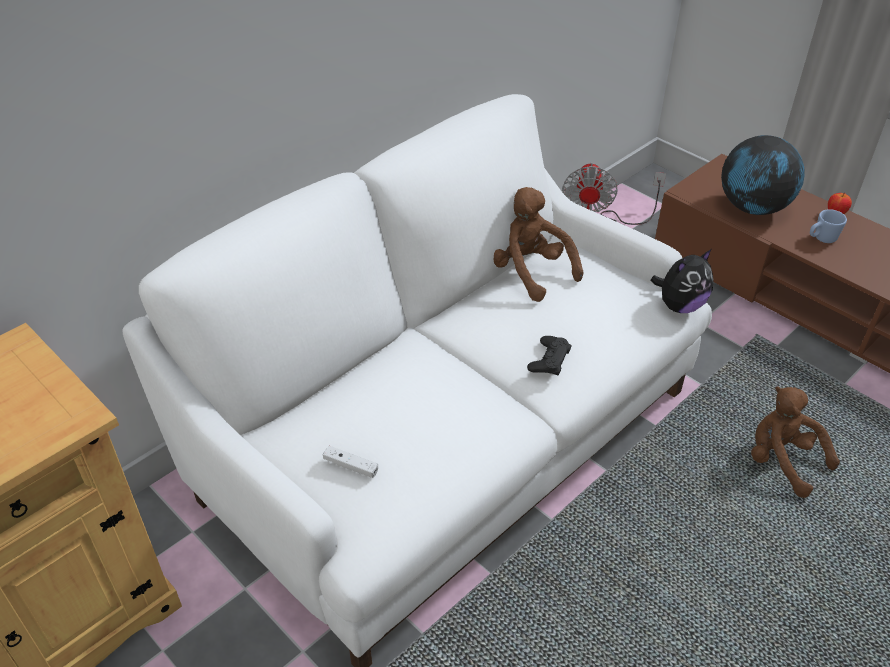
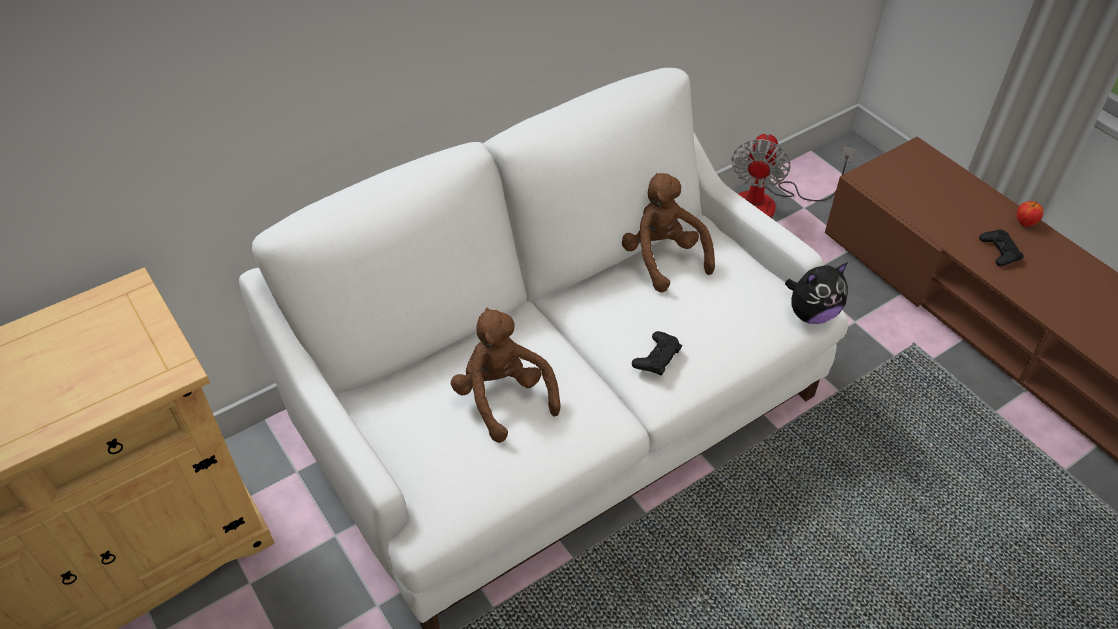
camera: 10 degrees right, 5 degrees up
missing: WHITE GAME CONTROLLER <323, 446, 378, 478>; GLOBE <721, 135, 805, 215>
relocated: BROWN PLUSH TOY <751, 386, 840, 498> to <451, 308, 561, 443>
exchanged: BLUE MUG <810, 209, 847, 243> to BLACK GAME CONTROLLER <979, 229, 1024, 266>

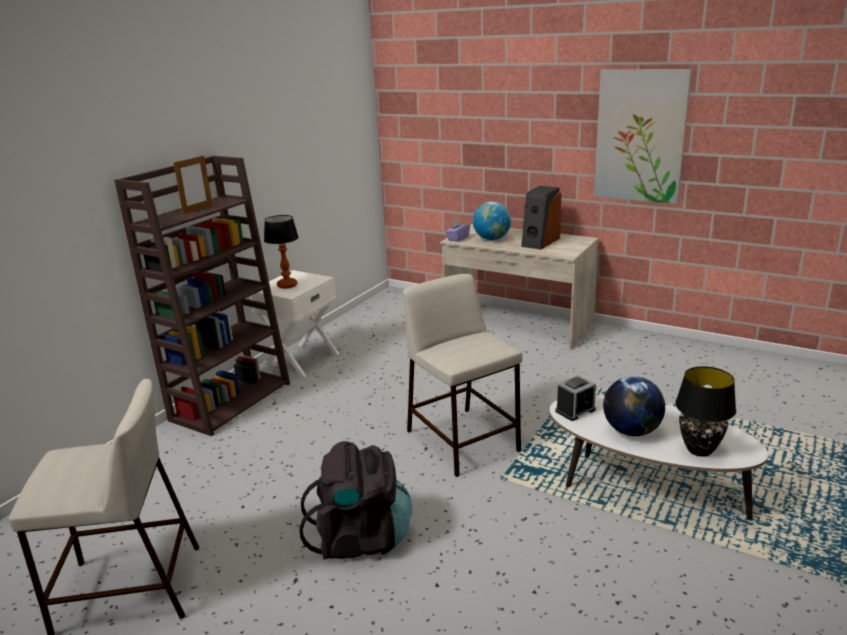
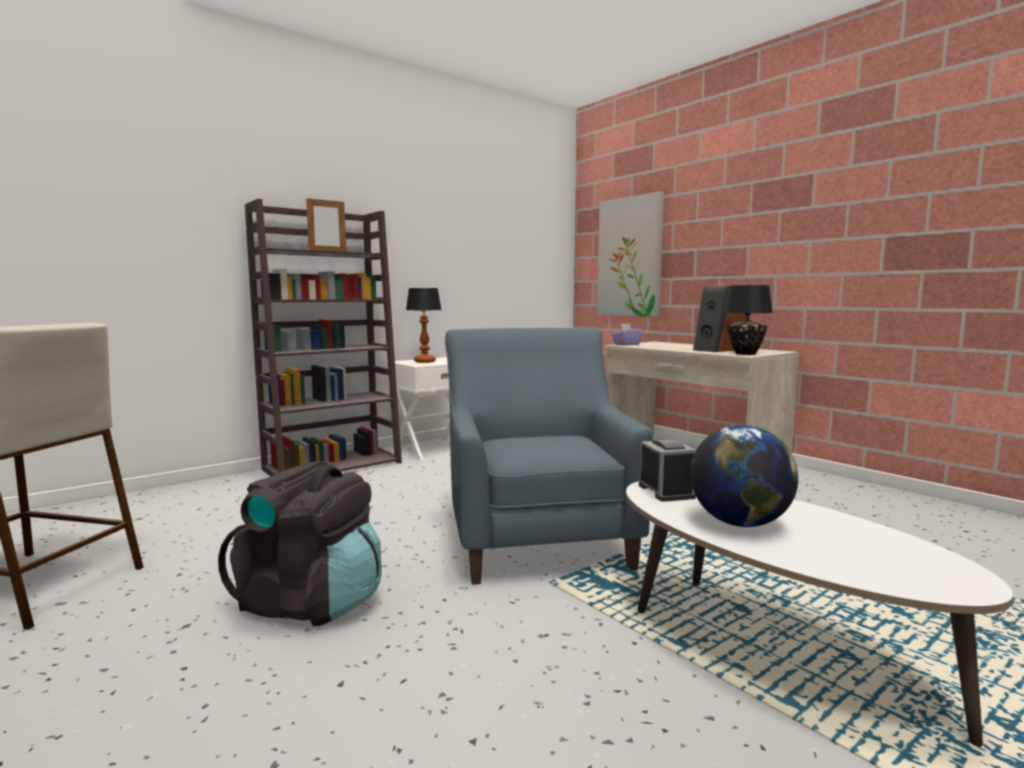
camera: 20 degrees right, 15 degrees down
missing: GLOBE <473, 201, 511, 240>
relocated: PICTURE <594, 69, 692, 204> to <597, 191, 664, 317>; BLACK TABLE LAMP <675, 366, 736, 457> to <724, 285, 773, 355>
exchanged: BEIGE STOOL <403, 274, 523, 477> to BLUE ARMCHAIR <445, 328, 653, 585>
spun: ALARM CLOCK <555, 375, 596, 421> = <639, 439, 696, 502> 90 degrees counterclockwise

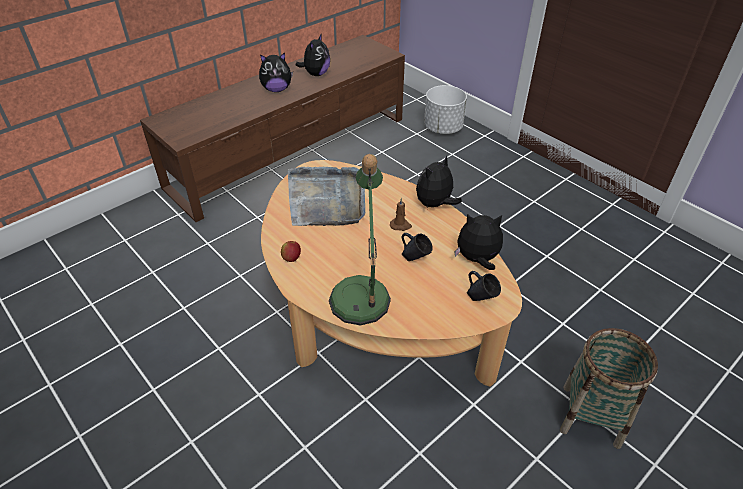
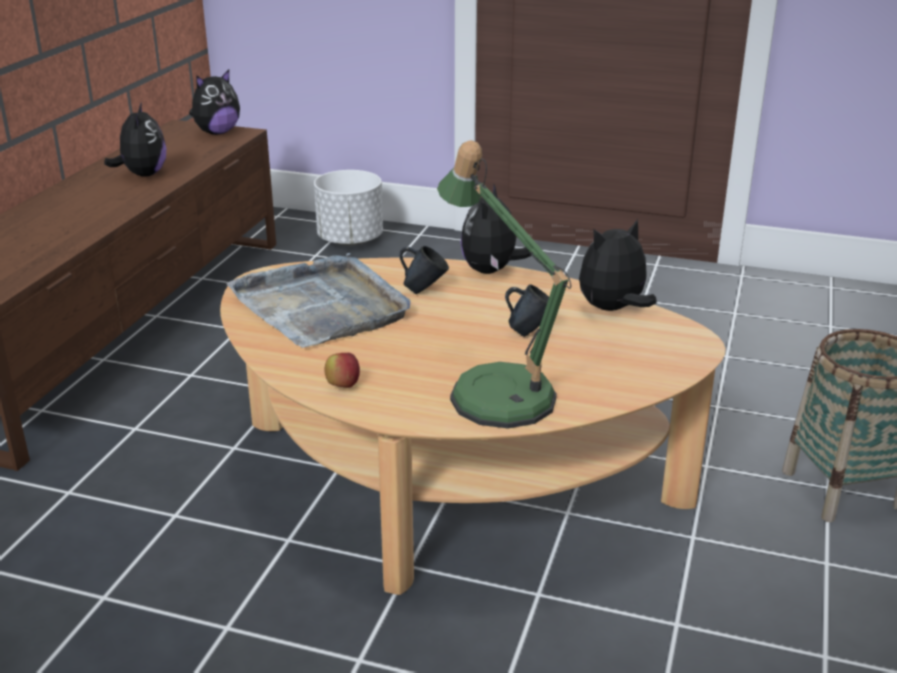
camera: 30 degrees left, 15 degrees down
missing: BROWN CANDLE <390, 198, 412, 231>
relocated: PLUSH TOY <259, 53, 293, 92> to <189, 70, 240, 135>; BLUE MUG <467, 271, 501, 301> to <399, 246, 449, 294>

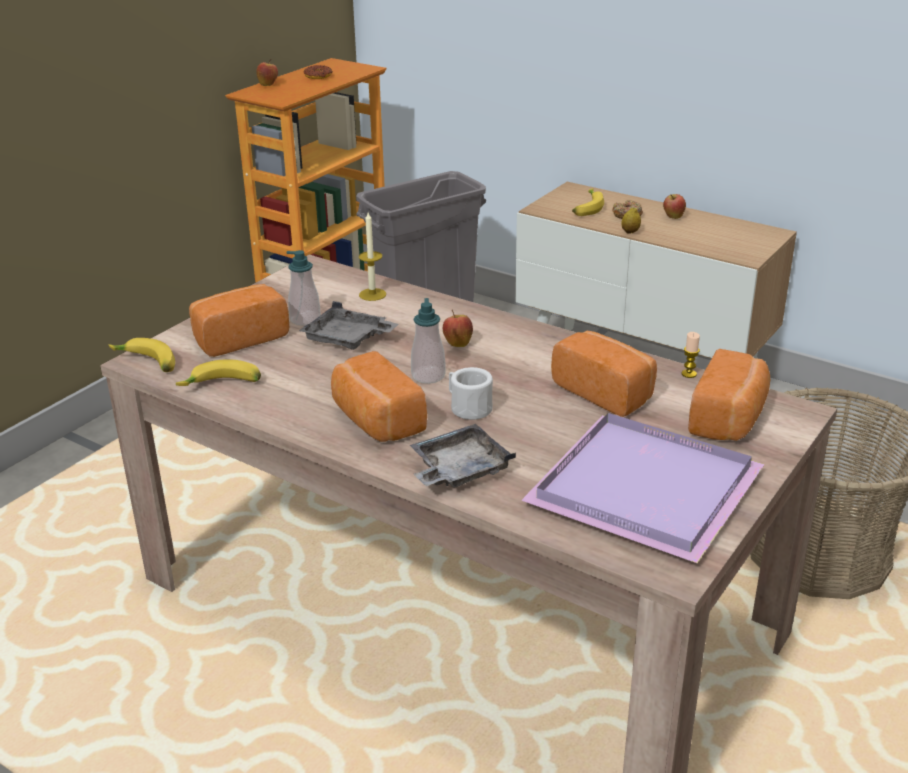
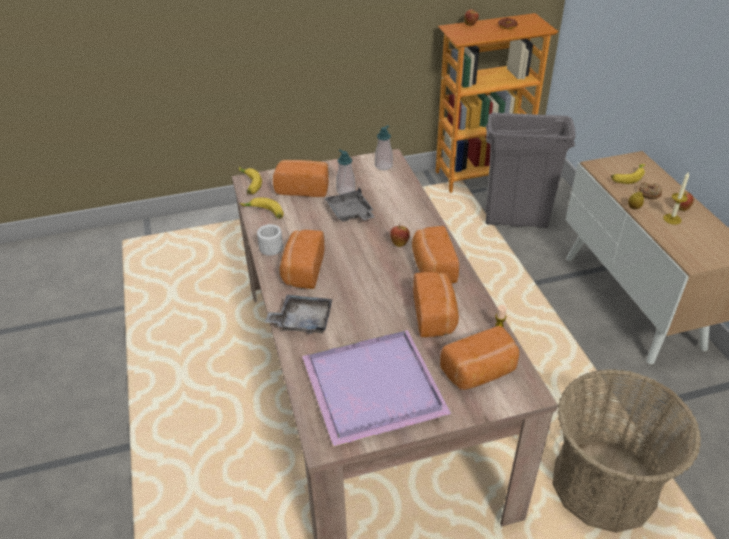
camera: 40 degrees right, 10 degrees up
appeared: BREAD <412, 226, 459, 283>
relocated: WHITE MUG <449, 367, 493, 420> to <257, 224, 283, 256>; SOAP DISPENSER <411, 298, 446, 384> to <375, 125, 393, 170>; CANDLE <359, 212, 386, 301> to <663, 171, 689, 225>

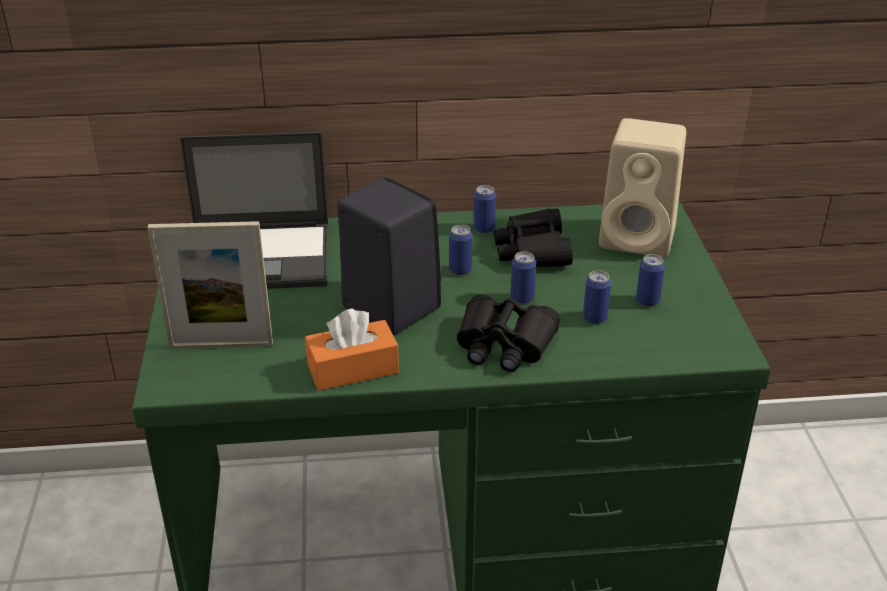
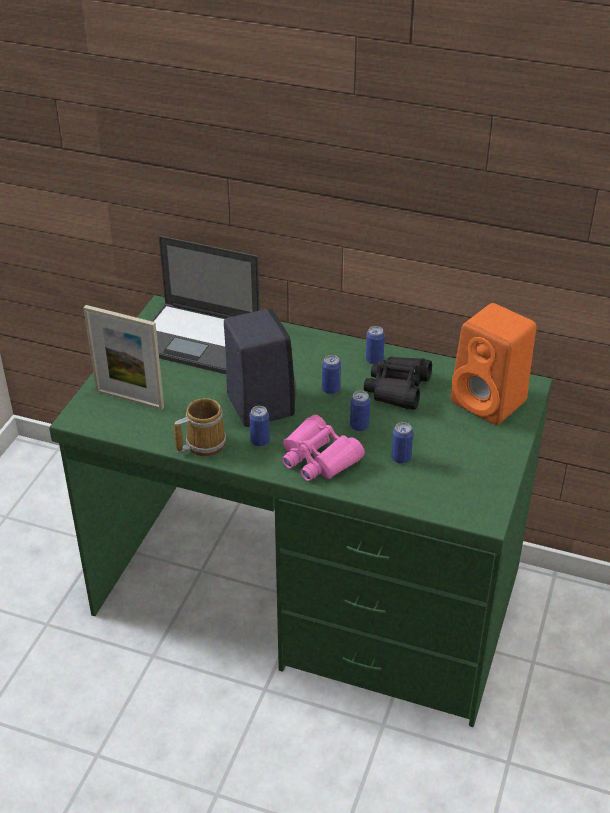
camera: 25 degrees right, 5 degrees up
relocated: CAN <636, 254, 665, 307> to <249, 406, 270, 447>
exchanged: ORANGE TISSUE BOX <305, 308, 399, 391> to MUG <174, 398, 226, 456>
colour: BLACK BINOCULARS <457, 294, 560, 372> to PINK BINOCULARS <282, 415, 365, 481>; BEIGE SPEAKER <599, 118, 686, 257> to ORANGE SPEAKER <451, 303, 537, 425>

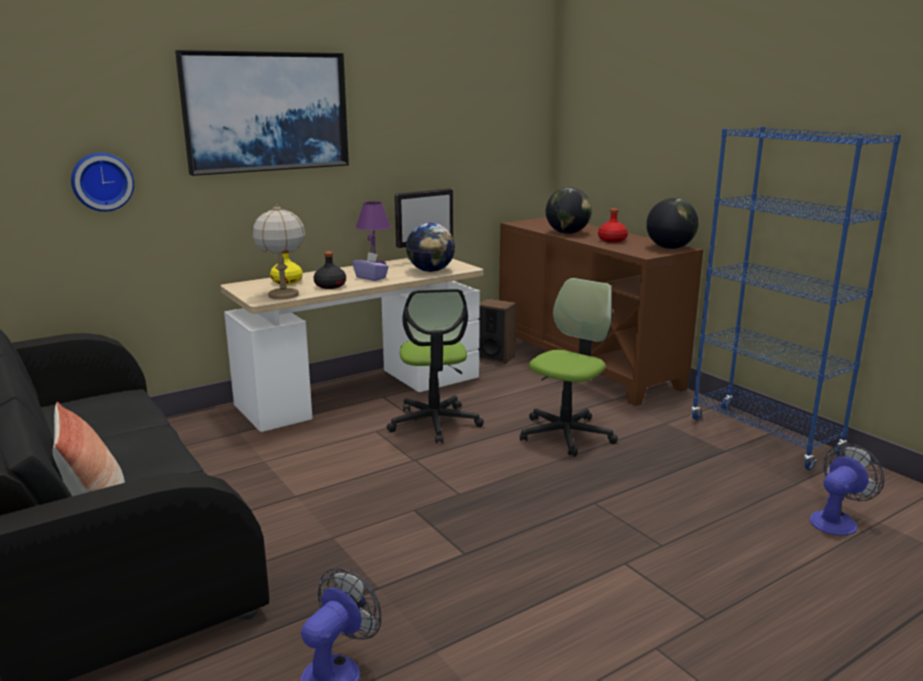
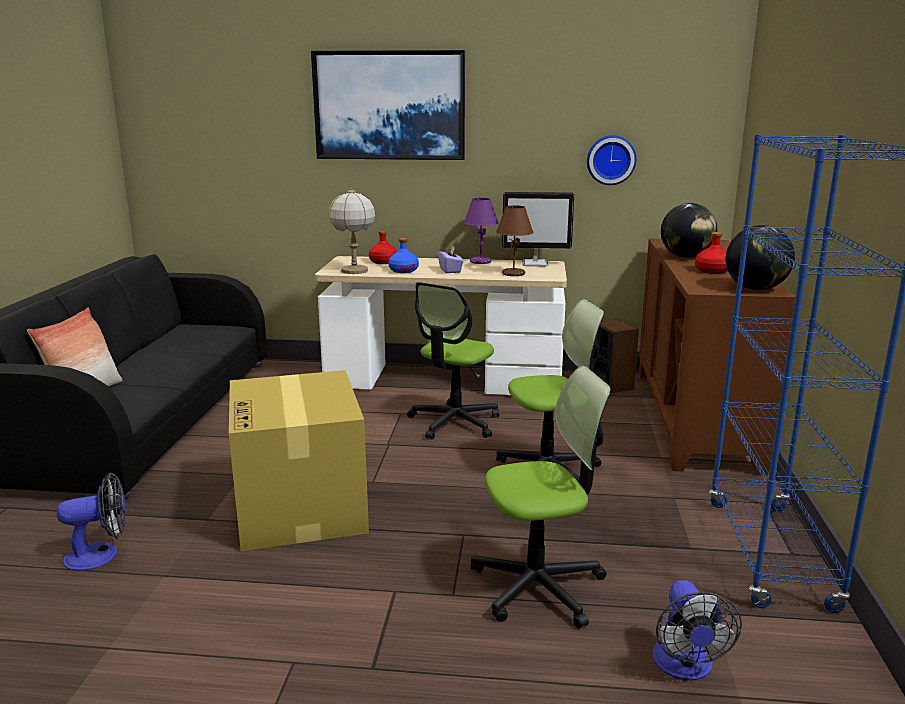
camera: 40 degrees right, 0 degrees up
appeared: CARDBOARD BOX <229, 370, 369, 551>; OFFICE CHAIR <470, 366, 611, 629>
relocated: WALL CLOCK <71, 153, 134, 212> to <587, 135, 636, 185>
exchanged: GLOBE <406, 223, 455, 272> to BROWN TABLE LAMP <496, 205, 534, 276>
colour: YELLOW BOTTLE <270, 250, 303, 285> to RED BOTTLE <369, 230, 397, 264>; BLACK BOTTLE <314, 251, 346, 289> to BLUE BOTTLE <388, 238, 419, 273>
spun: FAN <810, 444, 884, 536> = <653, 580, 742, 680> 90 degrees clockwise

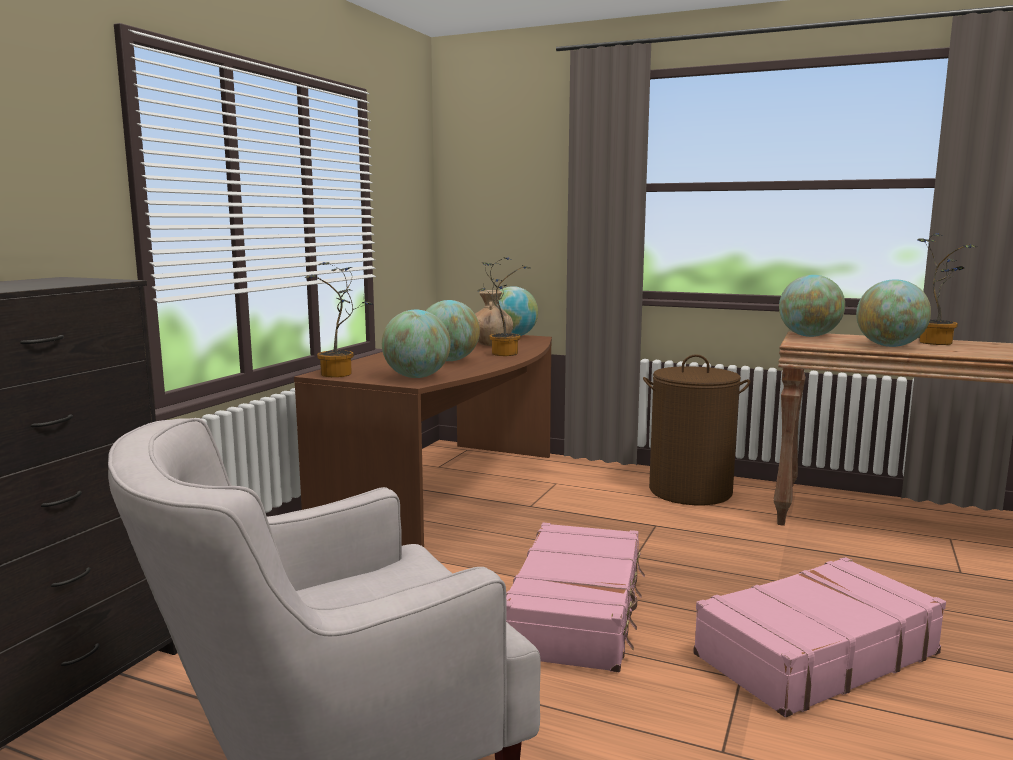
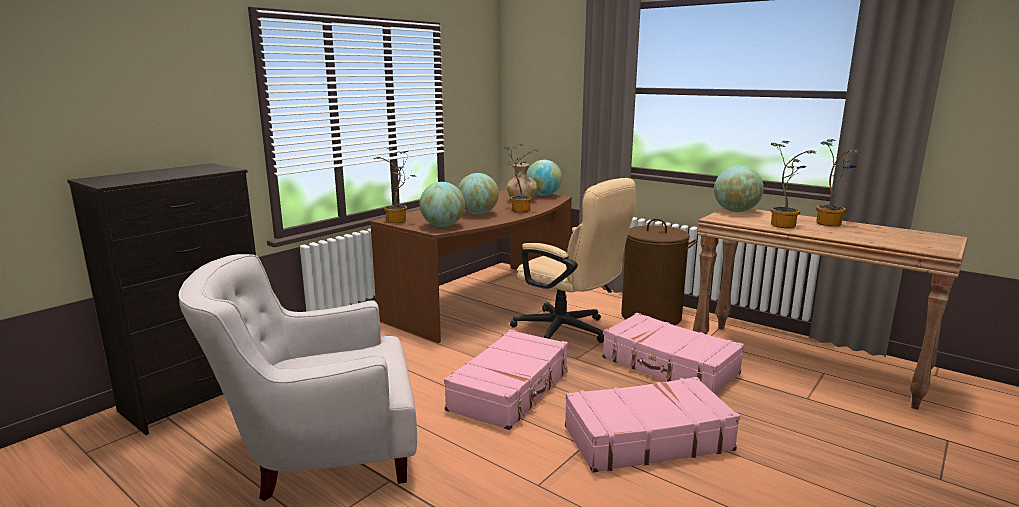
camera: 15 degrees right, 5 degrees up
appeared: BEIGE OFFICE CHAIR <510, 178, 637, 343>; PINK SUITCASE <603, 313, 744, 394>
exchanged: GLOBE <856, 279, 931, 347> to POTTED PLANT <770, 140, 817, 228>

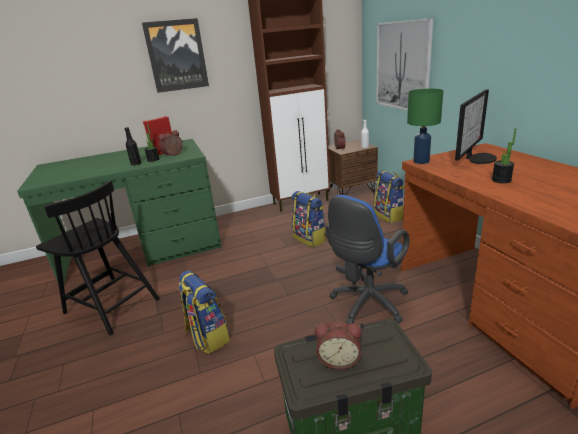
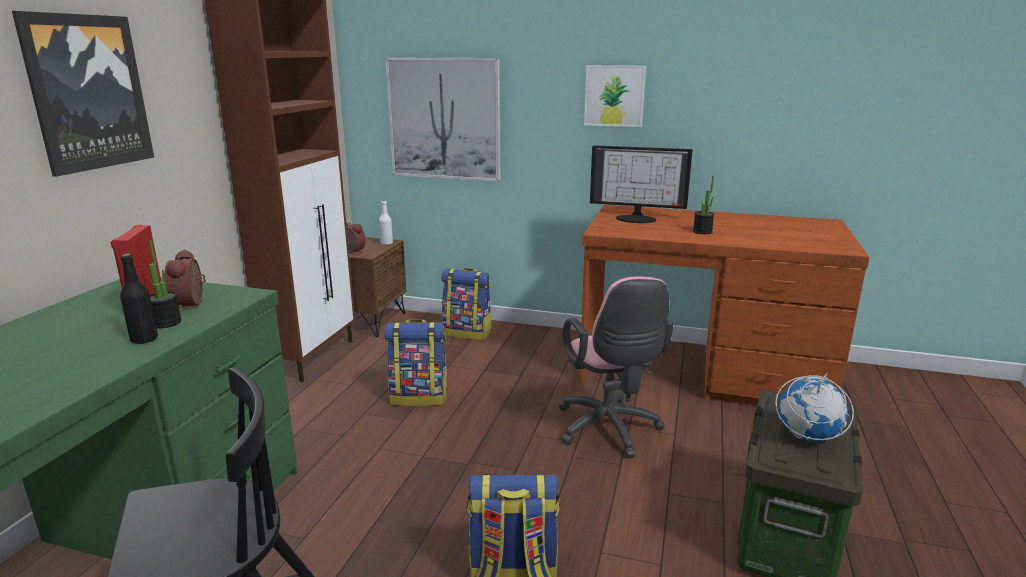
camera: 55 degrees left, 5 degrees down
missing: GREEN TABLE LAMP <407, 89, 443, 164>
appeared: PICTURE <584, 65, 646, 127>
exchanged: ALARM CLOCK <315, 322, 362, 370> to GLOBE <775, 372, 854, 442>
colour: BLUE OFFICE CHAIR <326, 195, 409, 324> to PINK OFFICE CHAIR <558, 276, 674, 458>
spun: MONITOR <455, 89, 497, 164> = <590, 145, 693, 223> 120 degrees clockwise

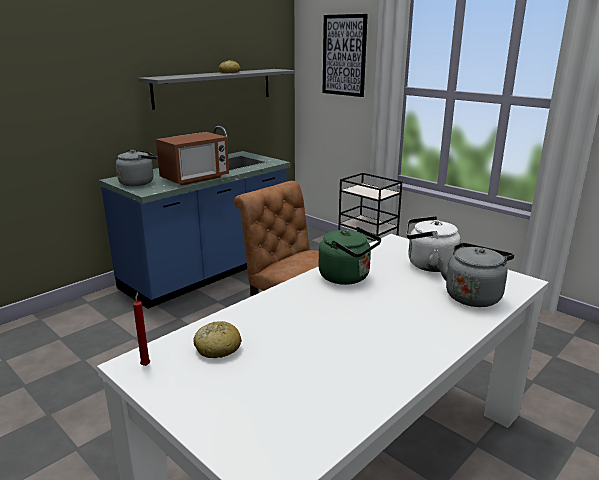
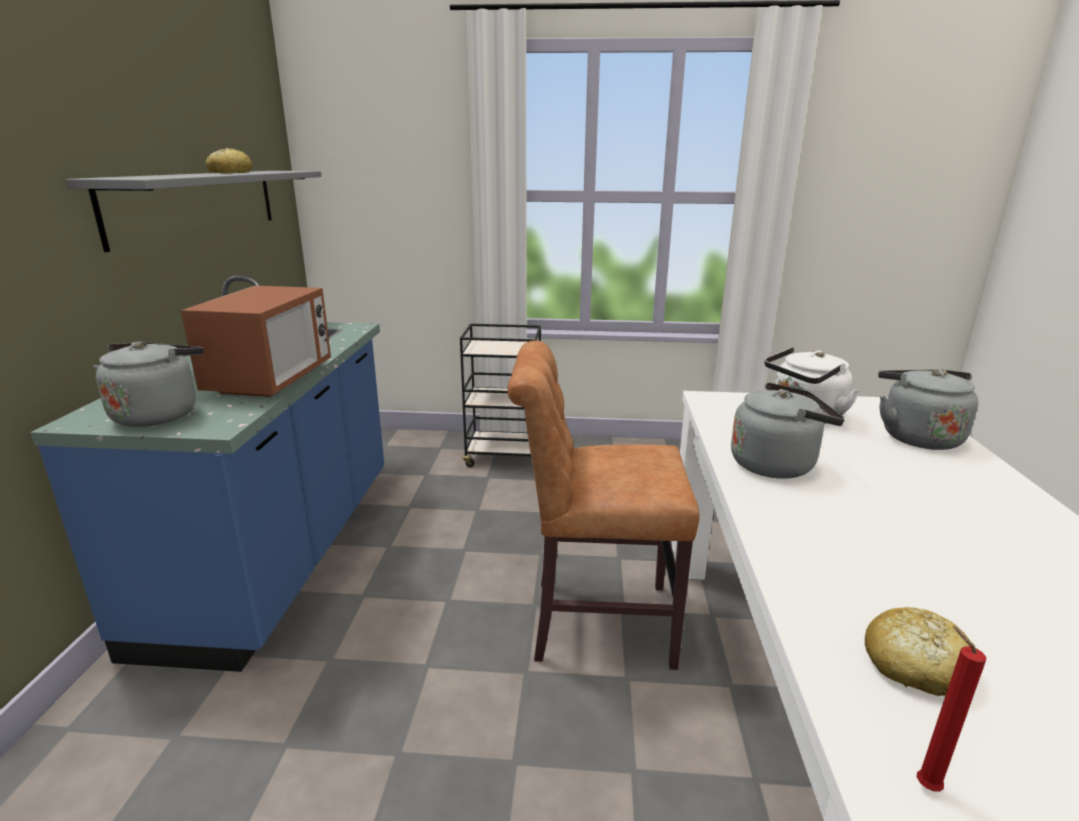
camera: 40 degrees left, 0 degrees up
missing: PICTURE <323, 14, 368, 97>
colour: GREEN KETTLE <319, 227, 381, 285> to GREY KETTLE <731, 382, 845, 479>

